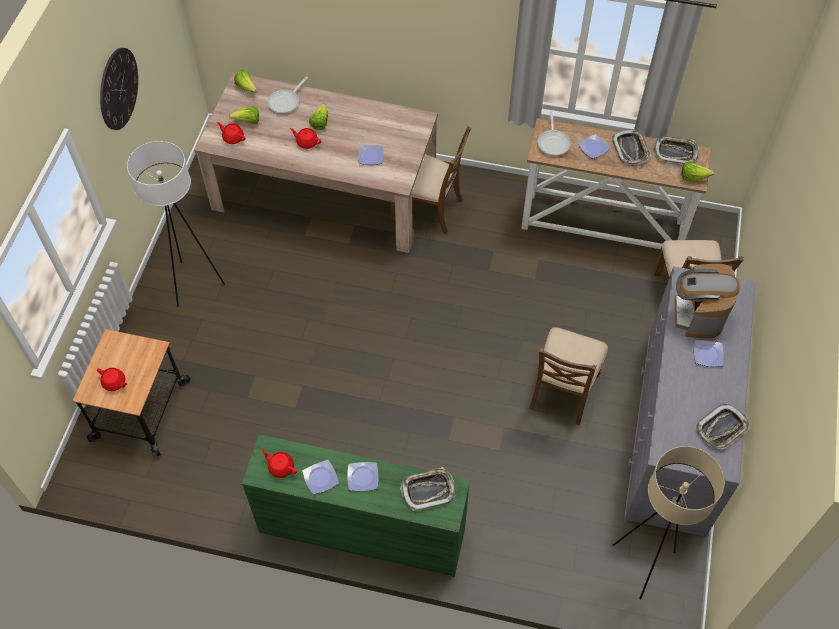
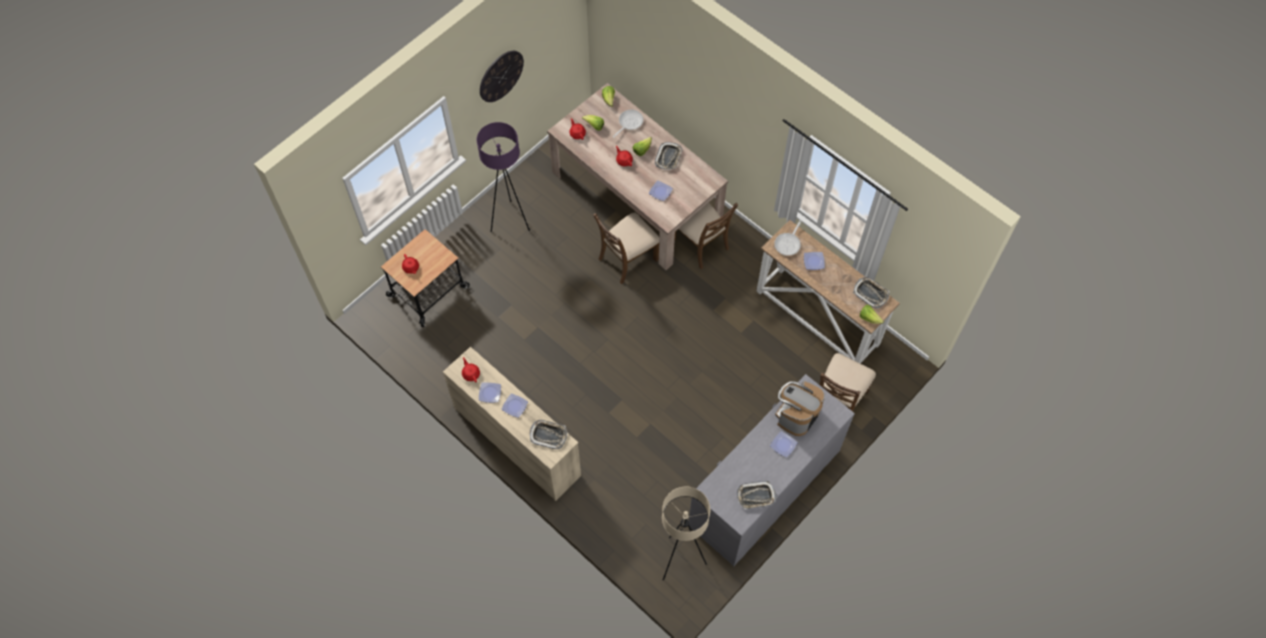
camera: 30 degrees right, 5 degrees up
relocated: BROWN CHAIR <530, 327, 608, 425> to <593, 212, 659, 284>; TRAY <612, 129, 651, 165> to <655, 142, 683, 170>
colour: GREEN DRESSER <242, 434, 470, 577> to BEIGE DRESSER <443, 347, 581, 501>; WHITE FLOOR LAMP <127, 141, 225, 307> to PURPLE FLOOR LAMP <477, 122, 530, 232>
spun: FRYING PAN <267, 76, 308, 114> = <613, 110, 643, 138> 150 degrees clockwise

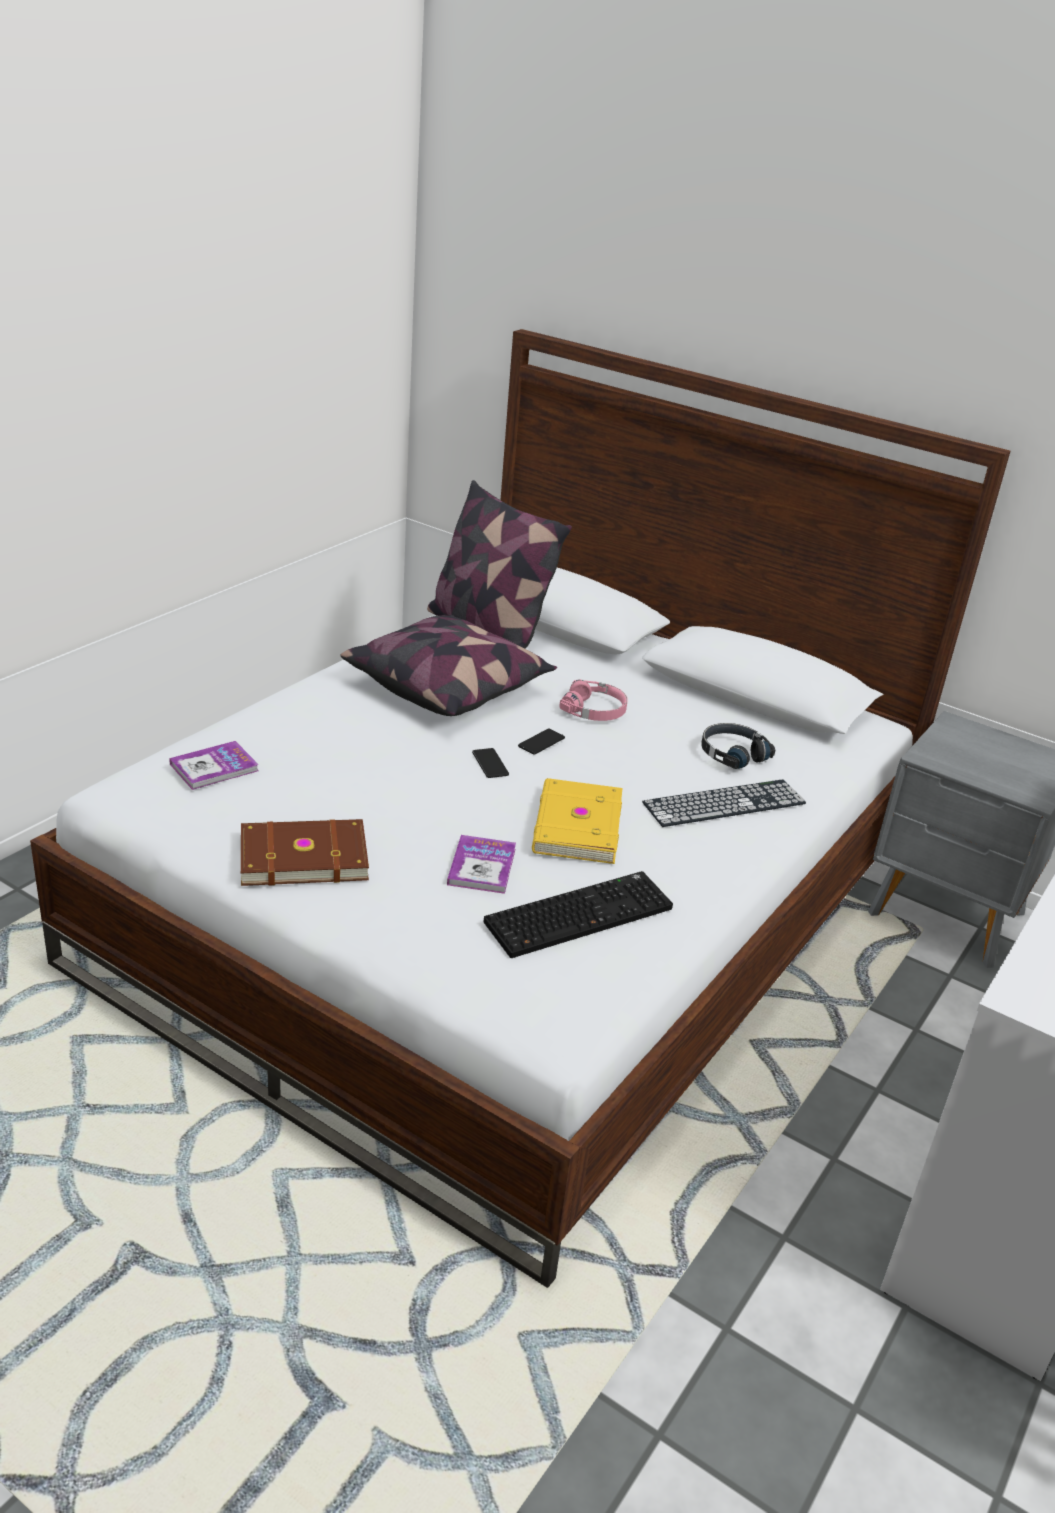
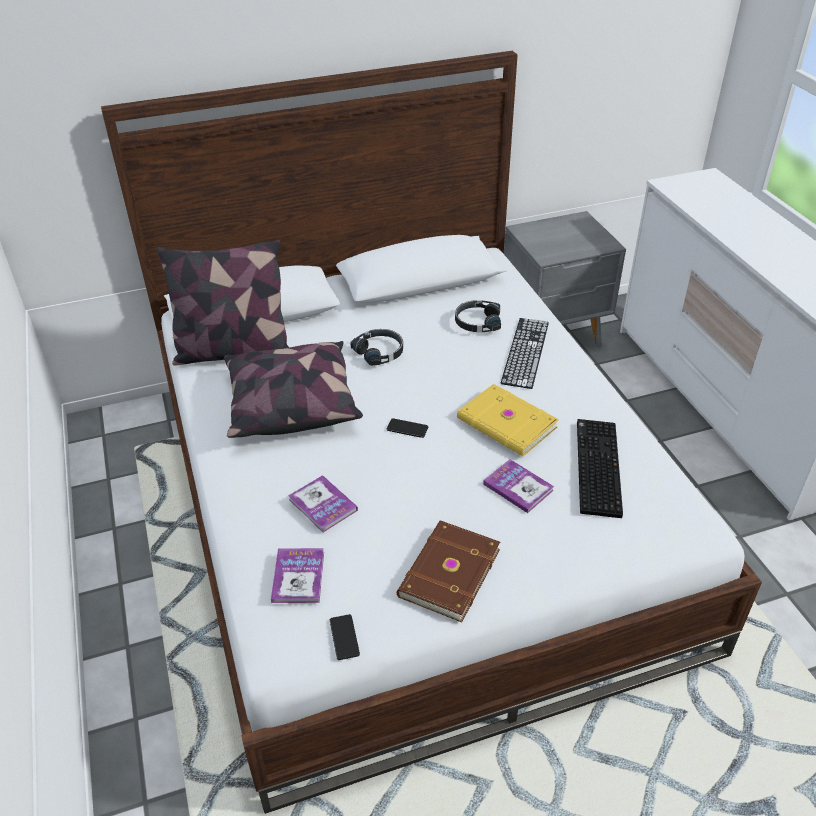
camera: 50 degrees left, 10 degrees up
appeared: BOOK <288, 475, 358, 532>
relocated: PHONE <518, 728, 565, 755> to <330, 614, 360, 660>
colour: PINK HEADPHONES <559, 680, 628, 721> to BLACK HEADPHONES <350, 329, 403, 366>

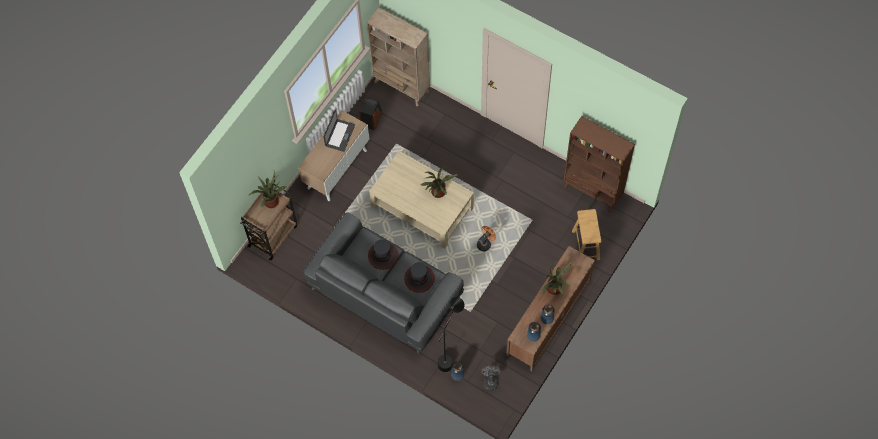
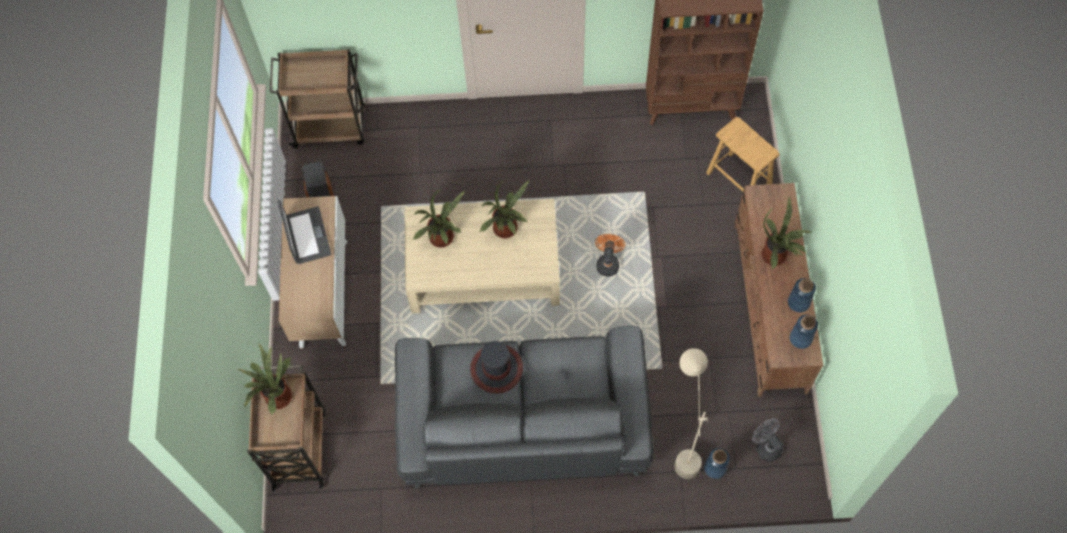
camera: 35 degrees left, 0 degrees up
missing: HAT <404, 262, 435, 293>
appeared: POTTED PLANT <412, 188, 466, 248>
exchanged: BEIGE BOOKCASE <367, 7, 430, 106> to BROWN CART <270, 49, 365, 148>
colour: BLACK FLOOR LAMP <438, 297, 464, 372> to BEIGE FLOOR LAMP <675, 348, 708, 479>

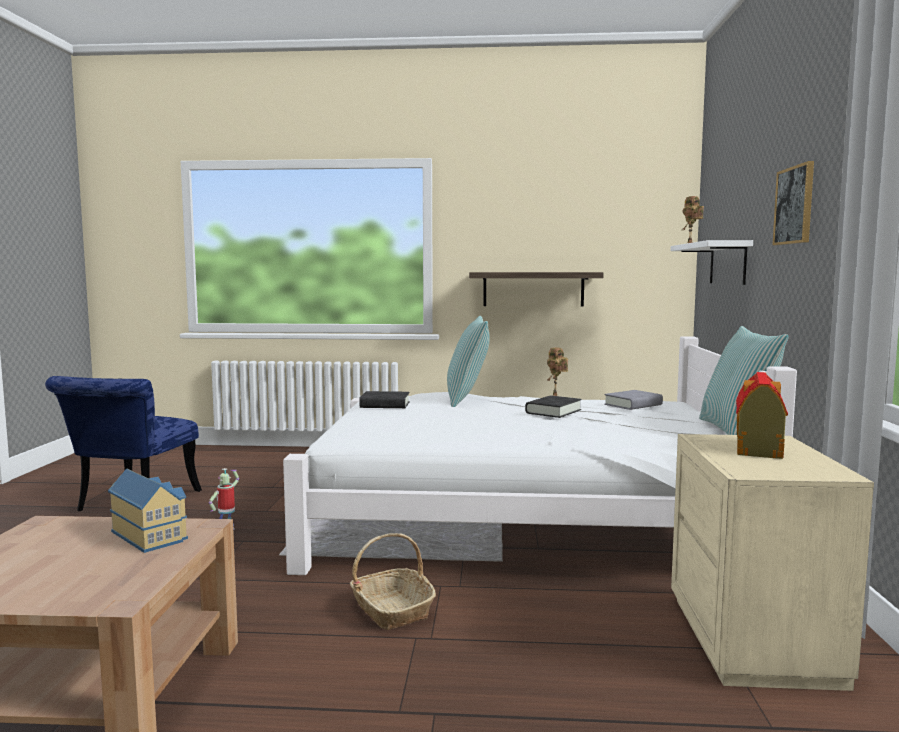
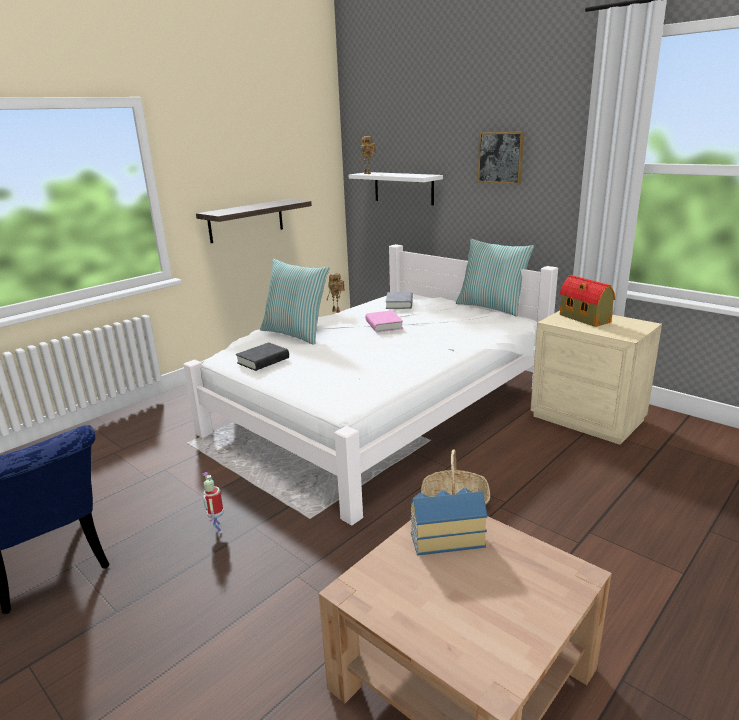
camera: 50 degrees left, 15 degrees up
colour: BLACK BOOK <525, 395, 582, 418> to PINK BOOK <366, 310, 403, 332>

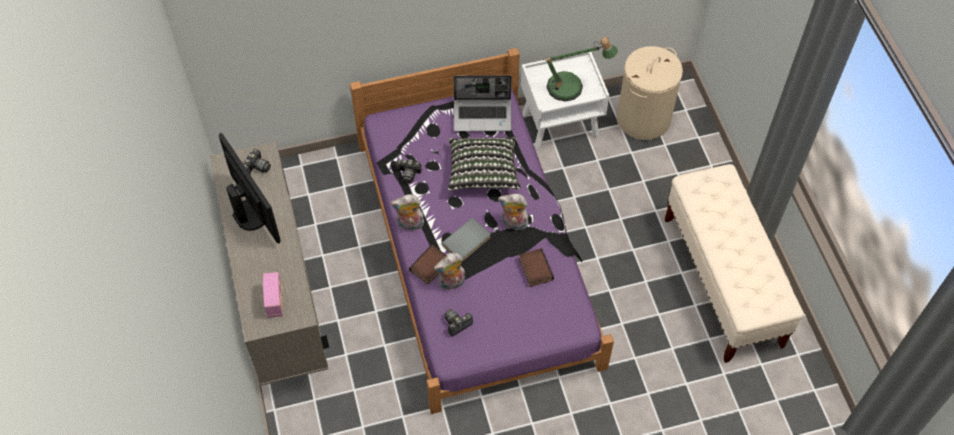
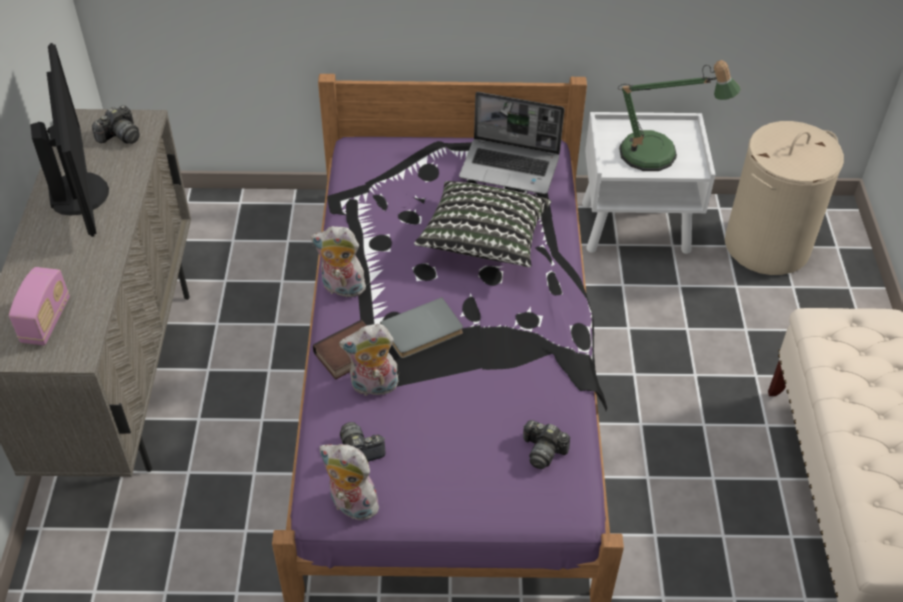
camera: 15 degrees right, 10 degrees down
missing: BOOK <519, 248, 554, 287>
relocated: PLUSH TOY <498, 194, 528, 230> to <319, 444, 379, 520>; PHOTO CAMERA <395, 159, 422, 183> to <523, 420, 570, 469>

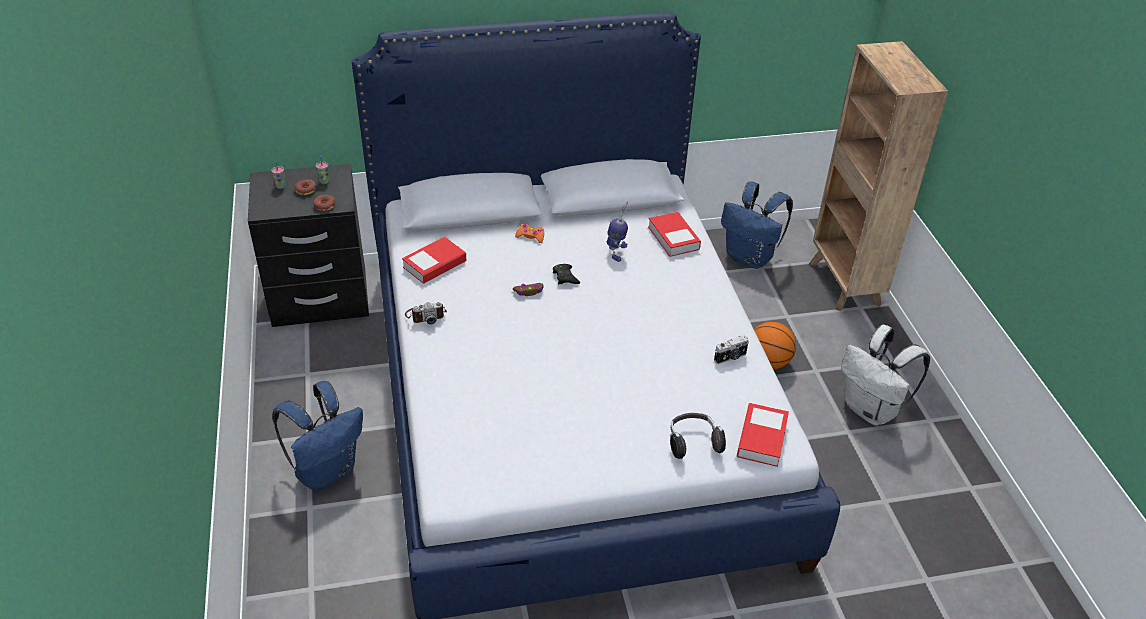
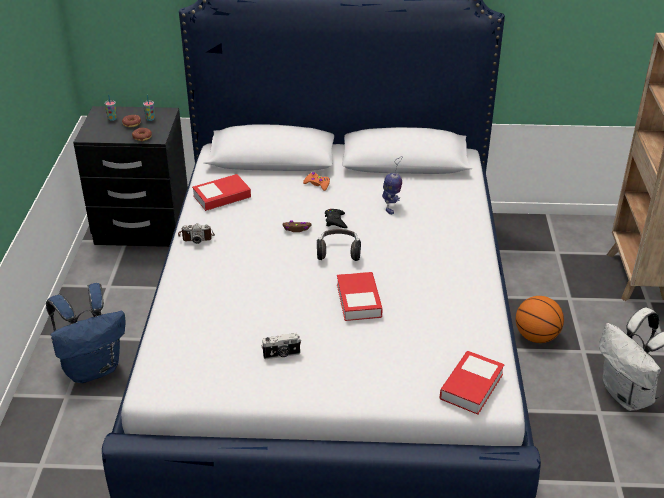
camera: 15 degrees right, 5 degrees down
missing: BLUE BACKPACK <721, 181, 793, 269>
relocated: PHOTO CAMERA <714, 335, 749, 364> to <261, 333, 301, 359>; HEADPHONES <670, 413, 726, 459> to <317, 229, 361, 261>; BOOK <648, 212, 701, 257> to <337, 272, 383, 321>

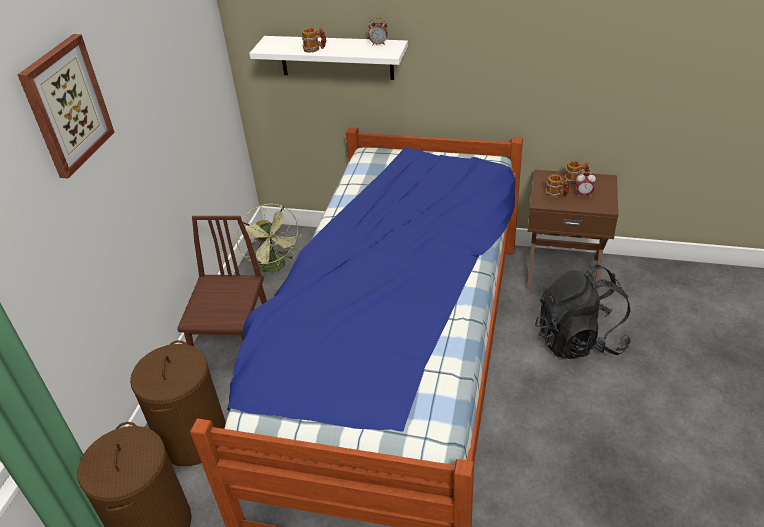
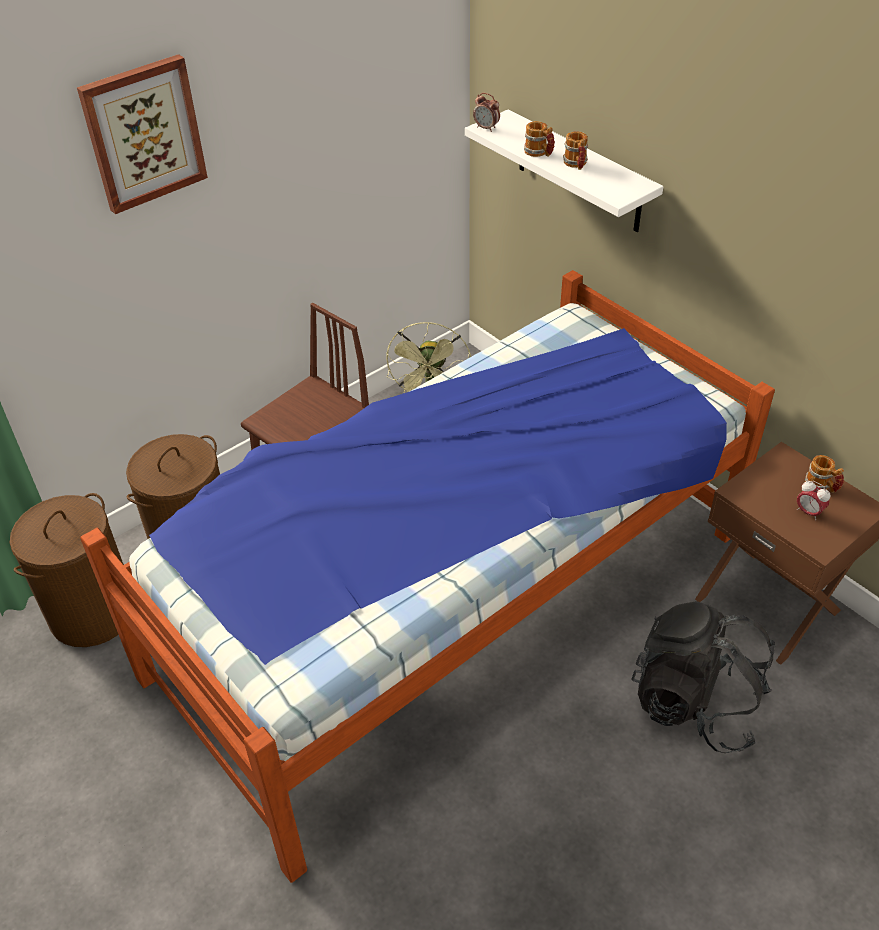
camera: 35 degrees right, 5 degrees up
relocated: ALARM CLOCK <368, 18, 388, 46> to <473, 93, 500, 132>; MUG <546, 174, 569, 198> to <563, 131, 588, 170>

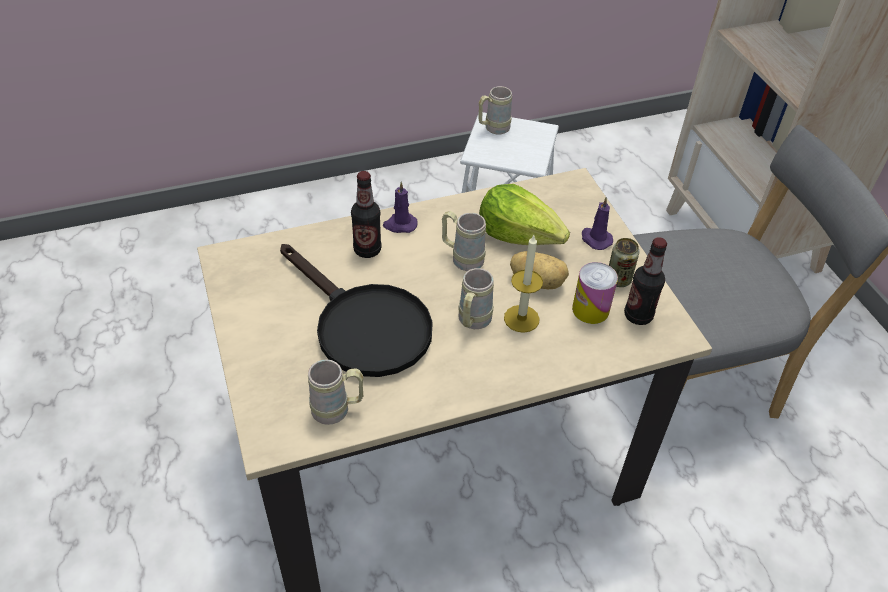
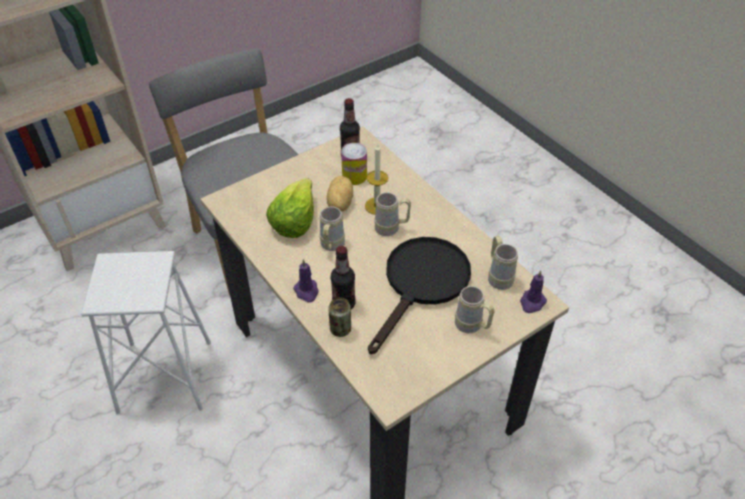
camera: 105 degrees left, 0 degrees up
relocated: CAN <609, 238, 639, 287> to <328, 297, 351, 337>; BEIGE MUG <478, 86, 512, 134> to <455, 286, 495, 333>; PURPLE CANDLE <582, 197, 613, 250> to <520, 271, 547, 313>

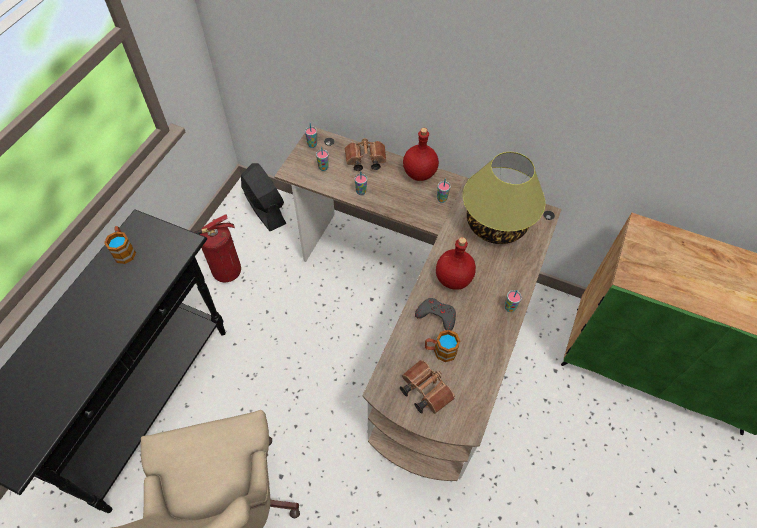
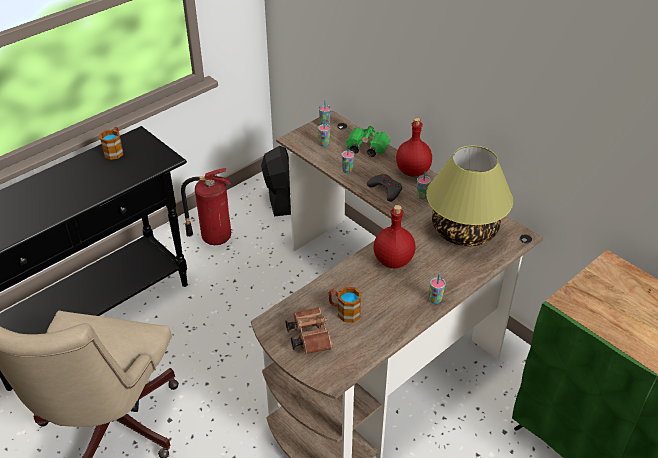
camera: 25 degrees right, 15 degrees down
relocated: GREY GAME CONTROLLER <415, 298, 456, 330> to <367, 174, 402, 202>
colour: BROWN BINOCULARS <345, 138, 386, 171> to GREEN BINOCULARS <346, 126, 390, 157>

